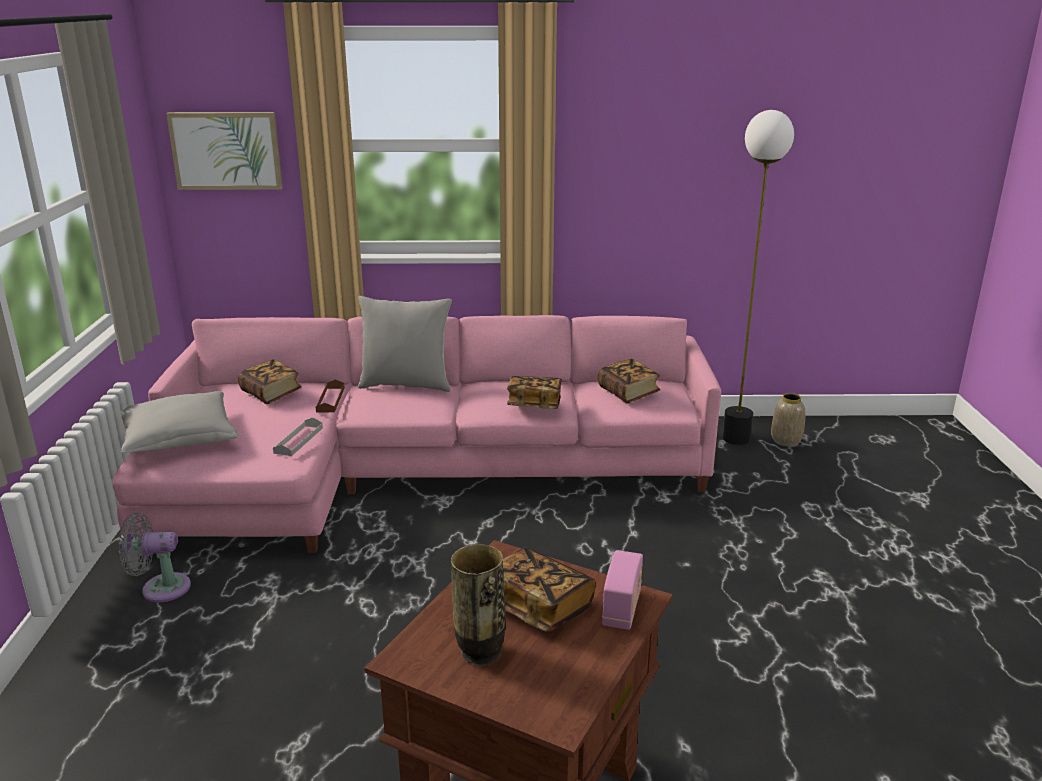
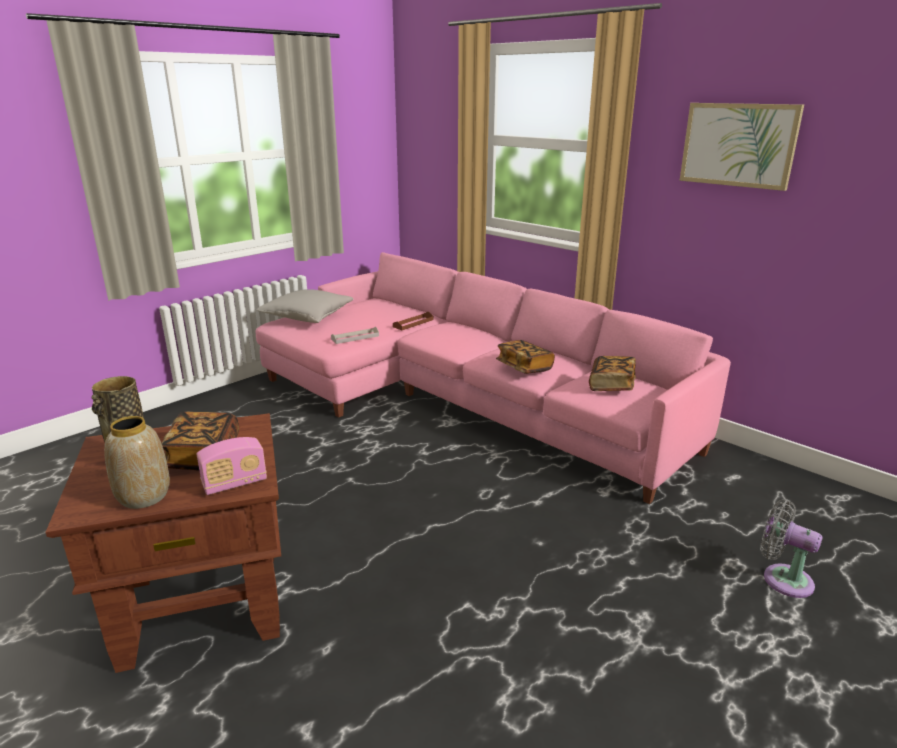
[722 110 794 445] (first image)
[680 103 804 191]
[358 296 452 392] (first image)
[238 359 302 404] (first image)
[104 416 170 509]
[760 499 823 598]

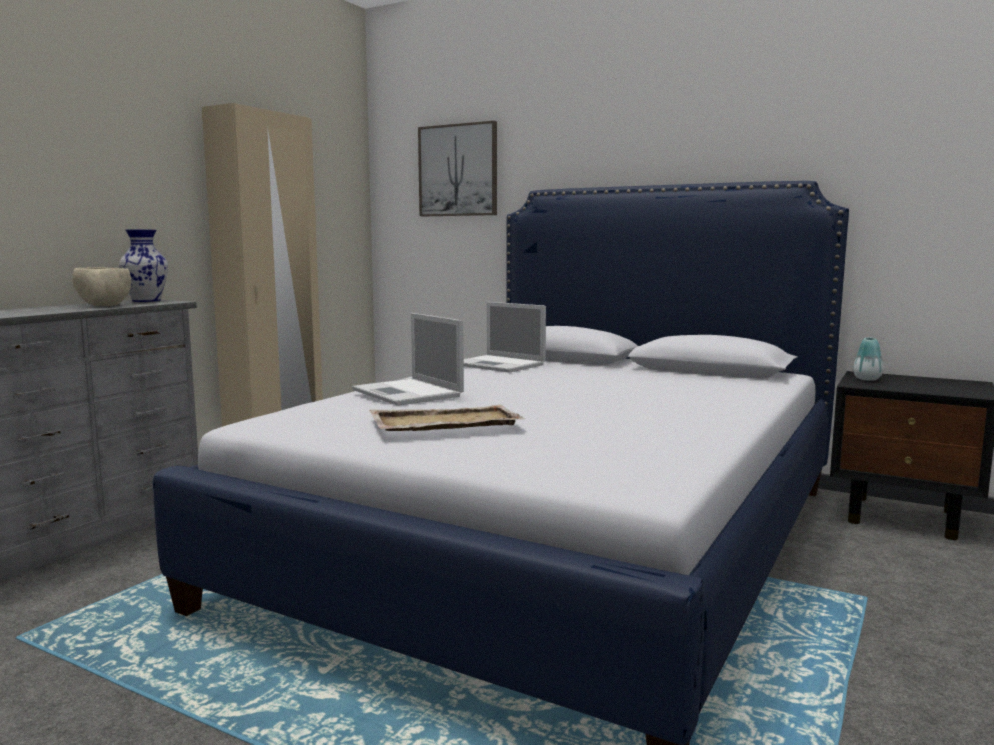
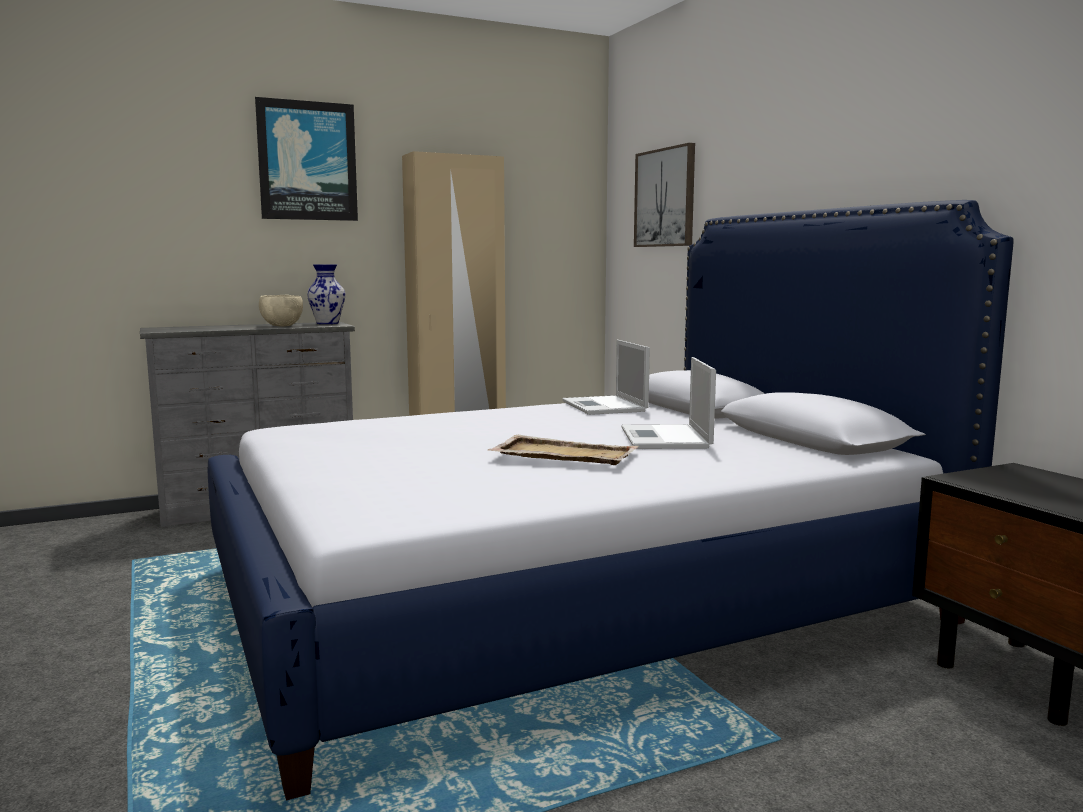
[621 357 716 449]
[853 337 883 381] (first image)
[488 435 640 465]
[255 97 358 221]

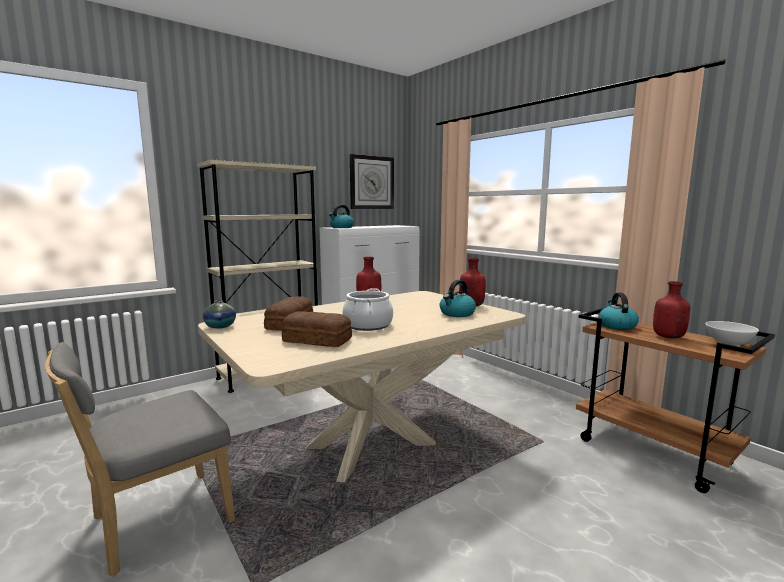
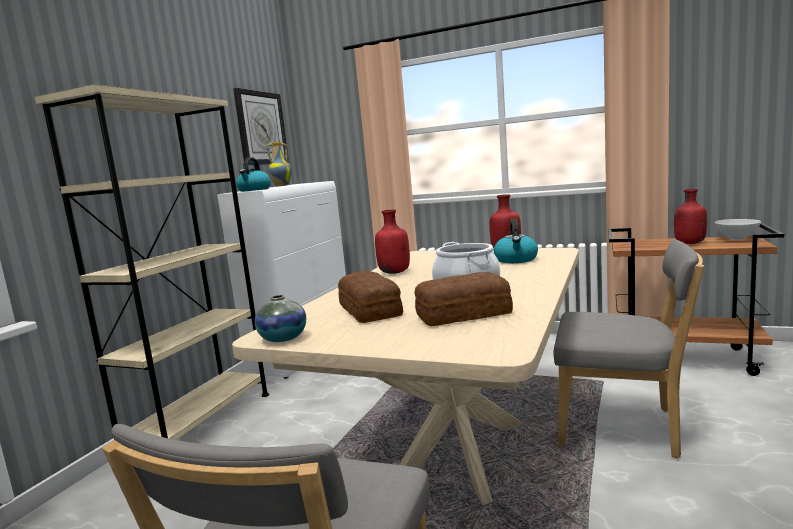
[599 293 639 330] (first image)
[266 142 292 186]
[553 239 705 458]

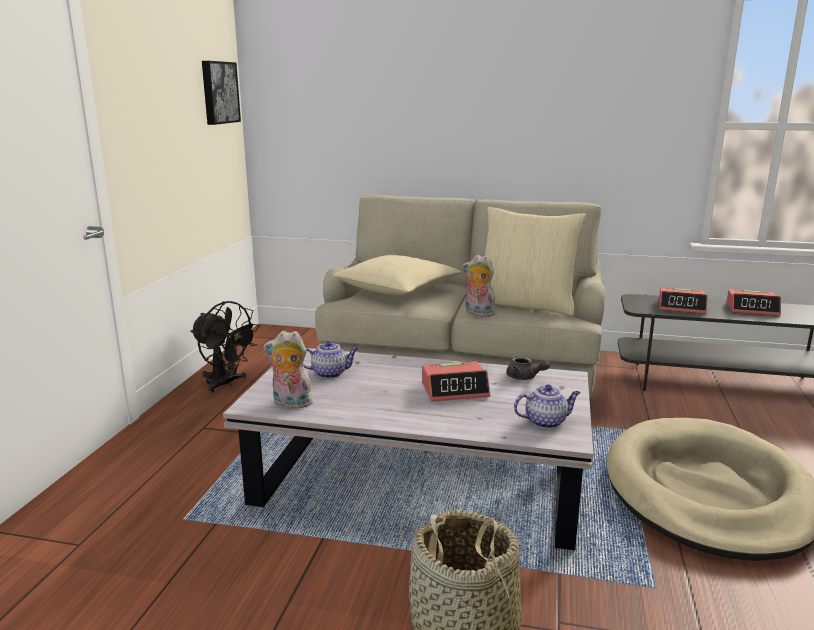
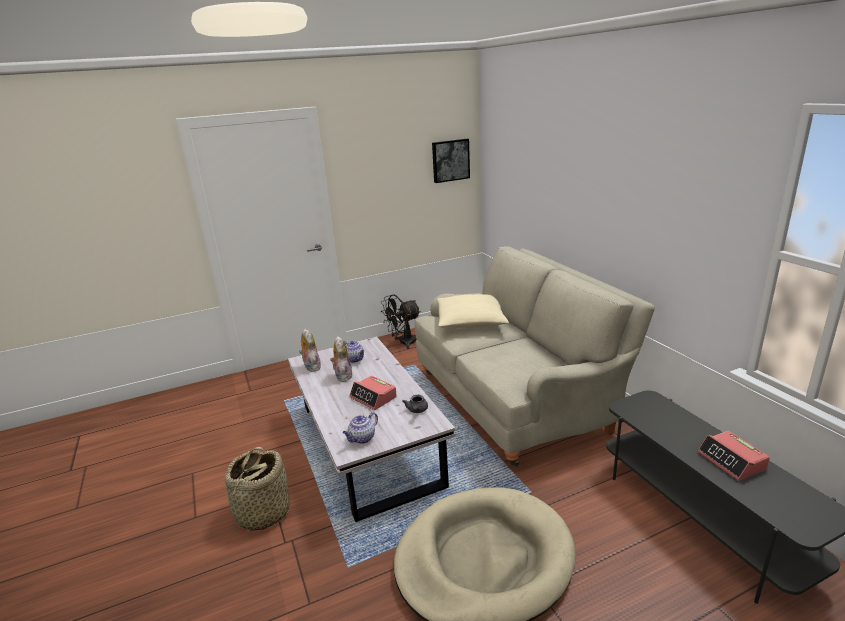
[485 207 587 316] (first image)
[330 336 353 382]
[659 287 708 314] (first image)
[381 294 421 349]
[343 412 378 444]

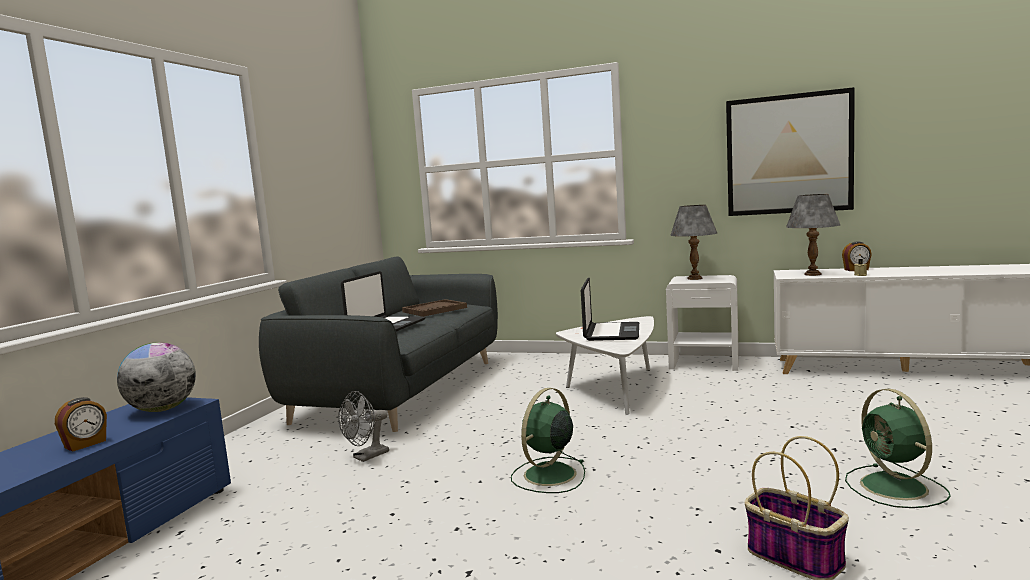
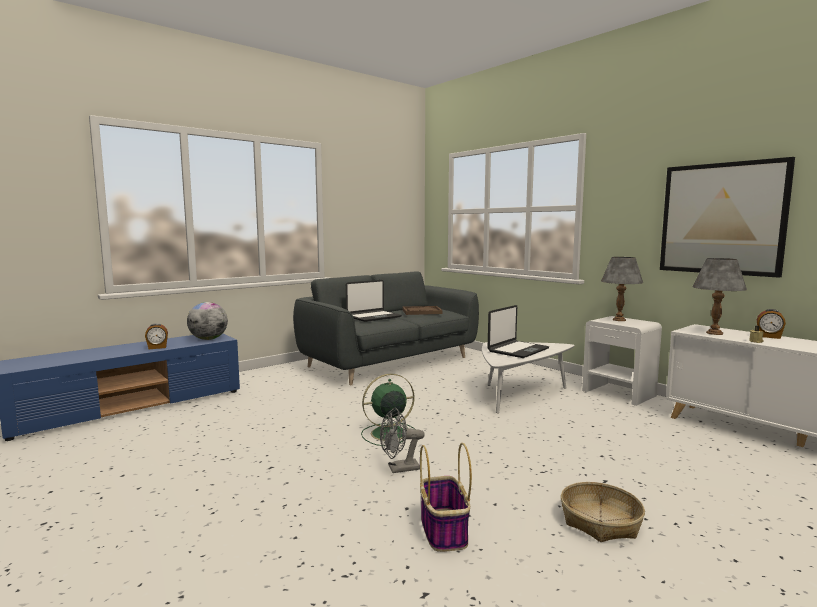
[561 482 645 542]
[380 408 425 473]

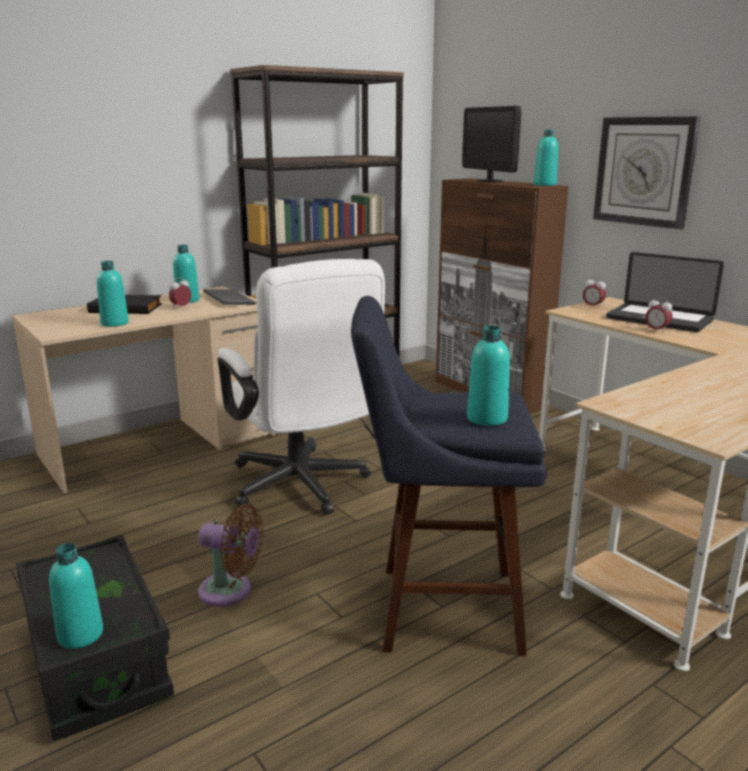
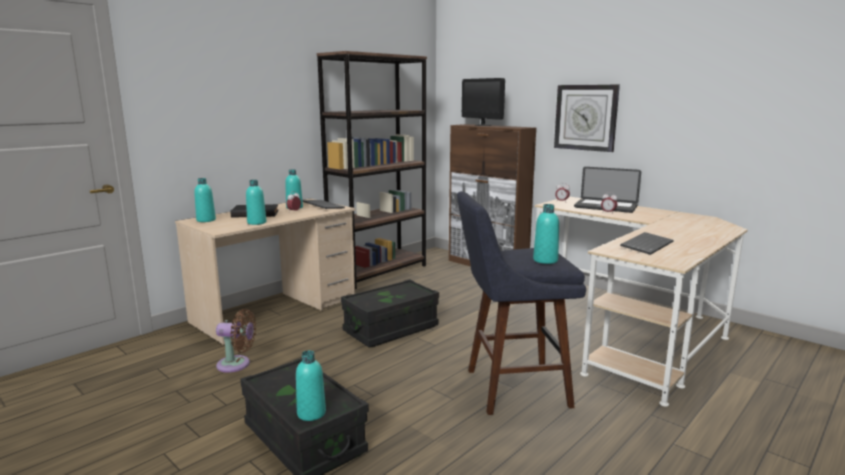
[194 178 216 222]
[341 279 439 347]
[216 309 256 373]
[620 232 674 255]

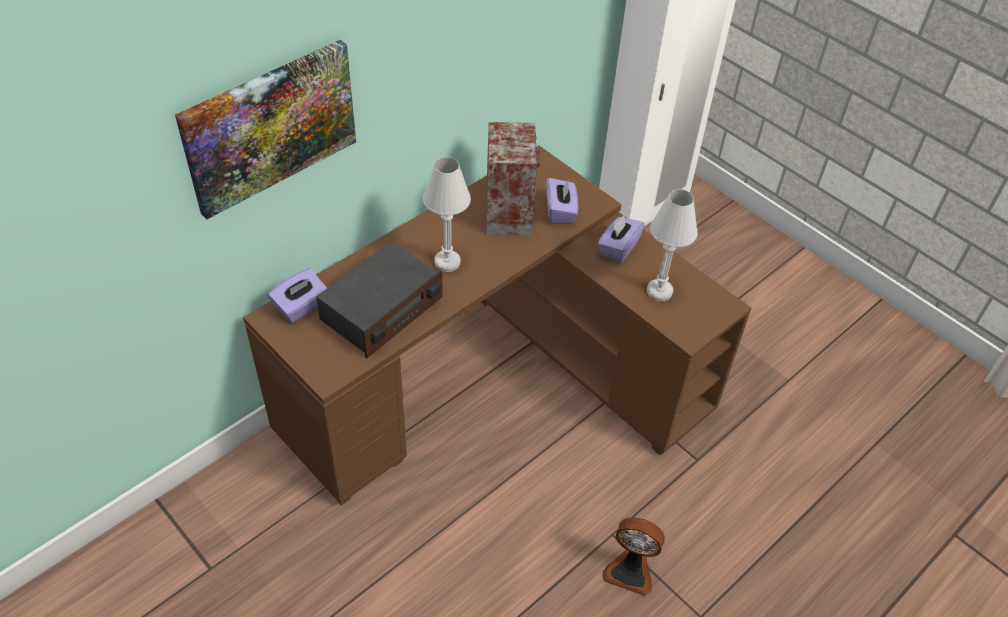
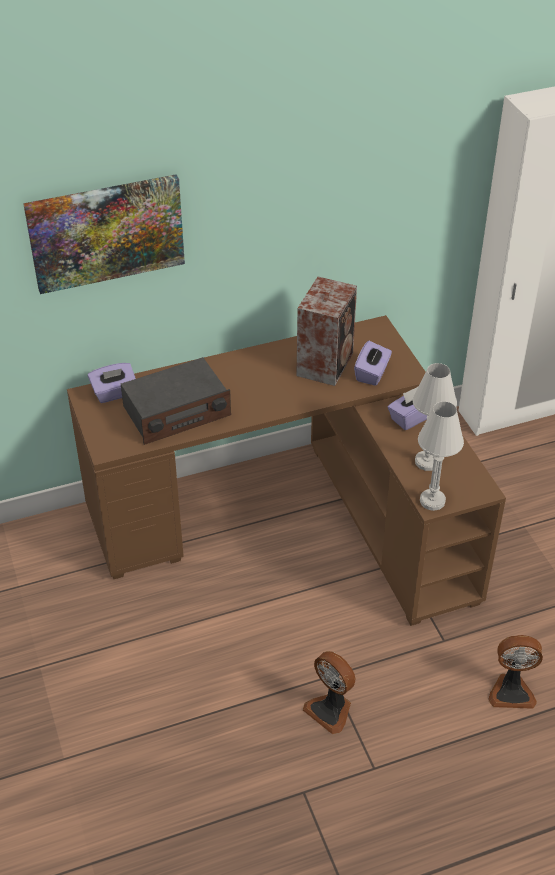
[418 401 464 511]
[488 635 543 709]

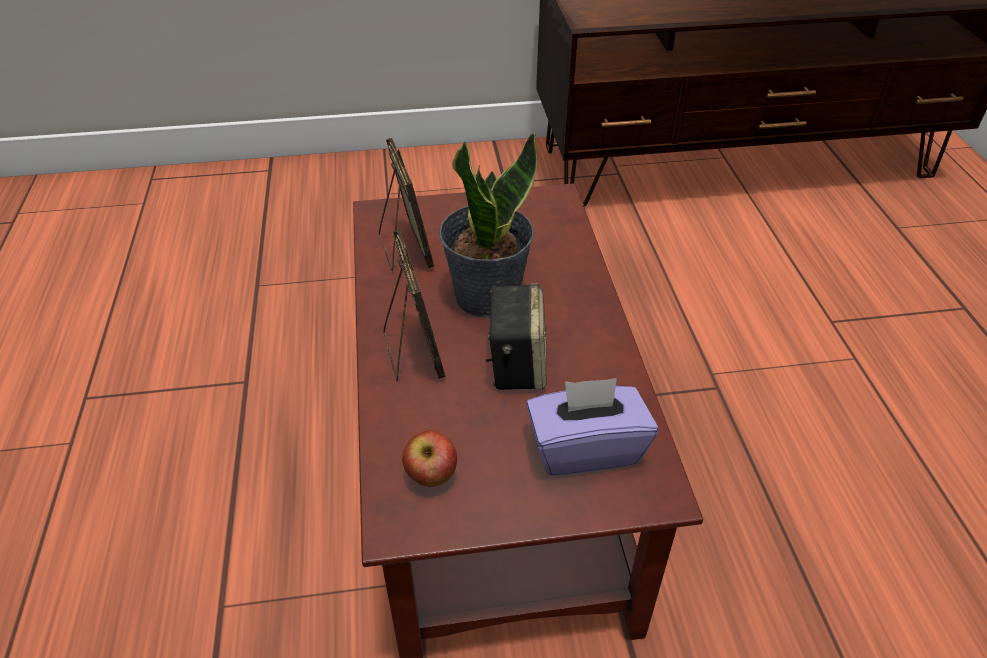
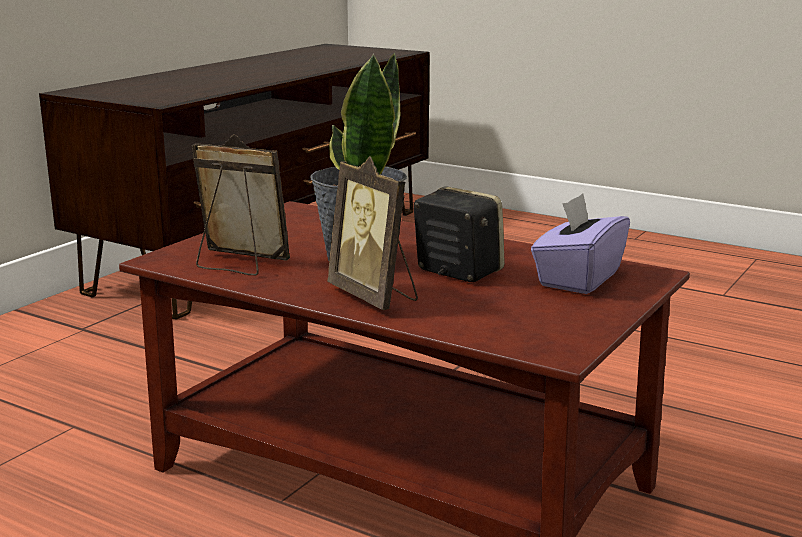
[327 156 418 310]
[402 430 457 487] (first image)

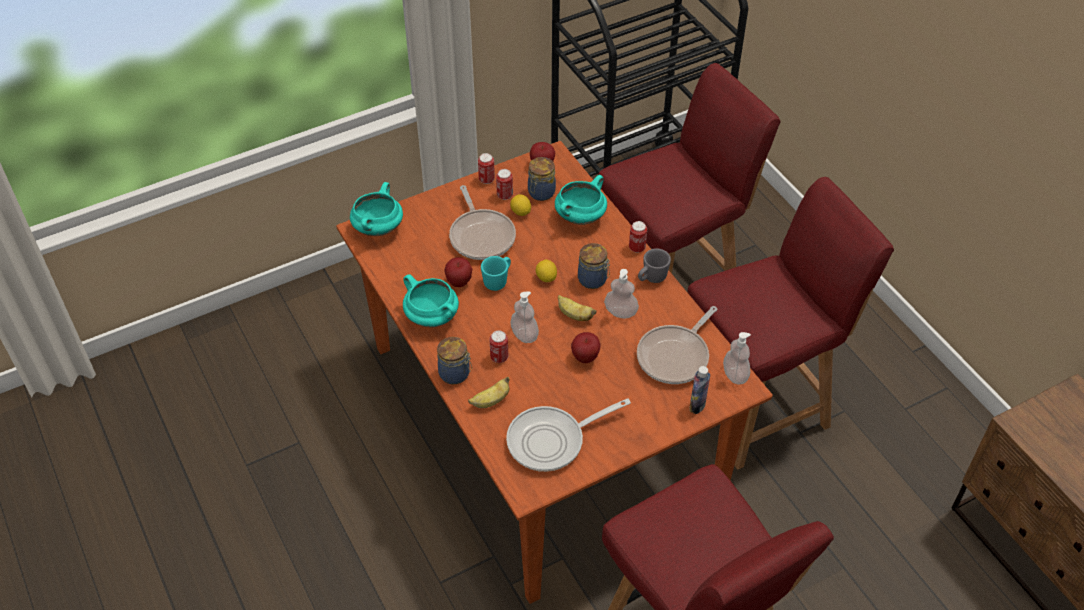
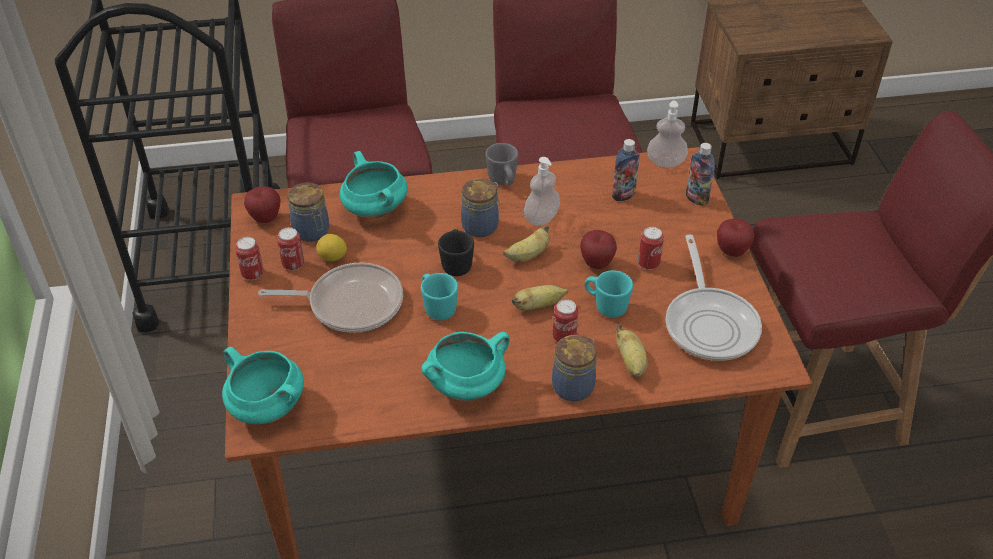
[638 227 664 270]
[717 218 755 257]
[438 229 474 276]
[512 285 568 311]
[612 139 640 201]
[585 270 633 318]

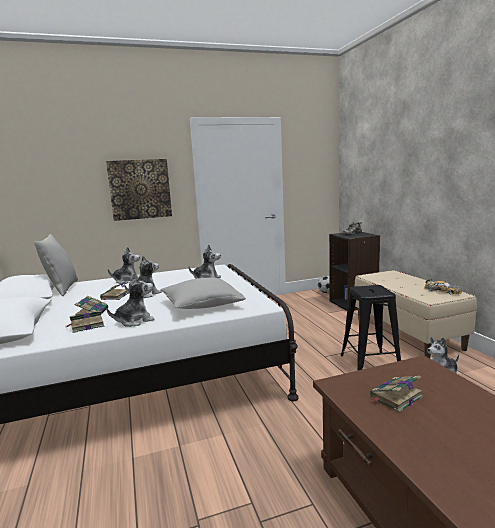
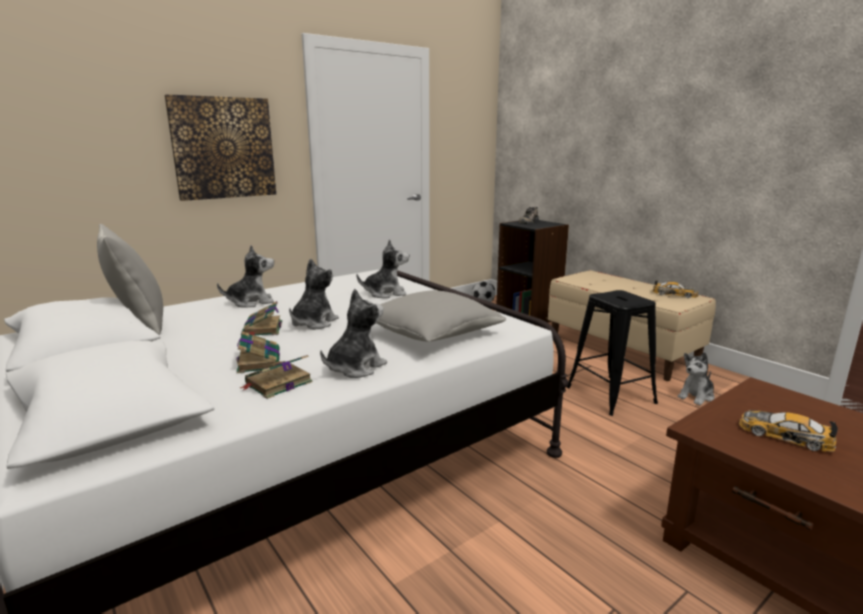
[739 410 838 452]

